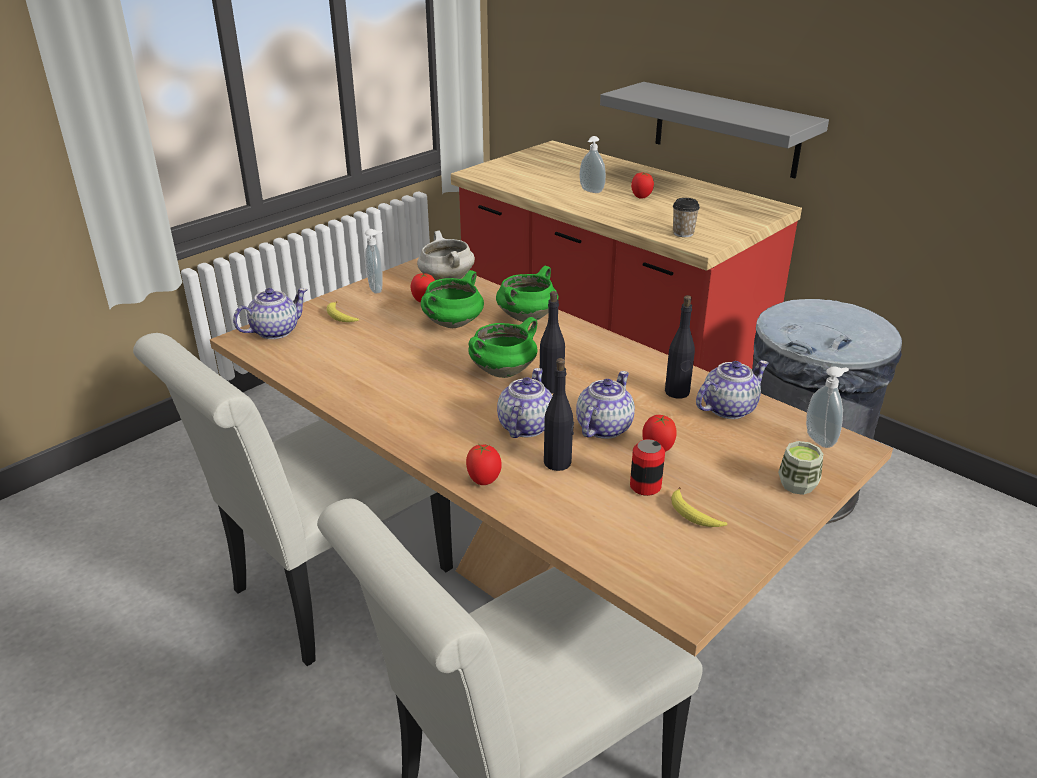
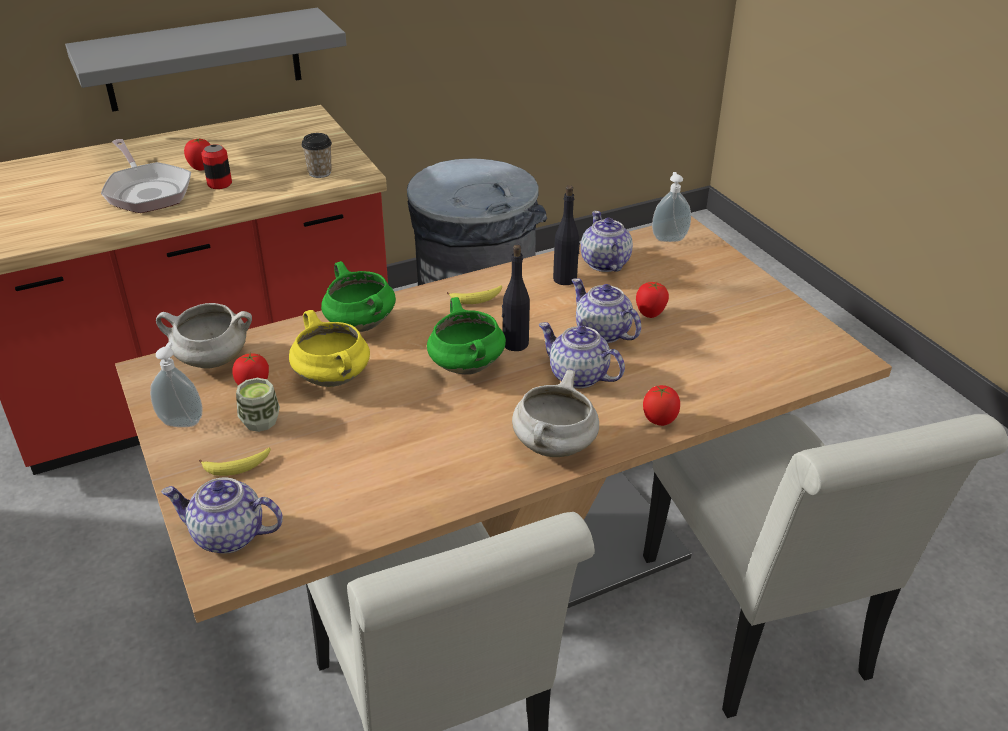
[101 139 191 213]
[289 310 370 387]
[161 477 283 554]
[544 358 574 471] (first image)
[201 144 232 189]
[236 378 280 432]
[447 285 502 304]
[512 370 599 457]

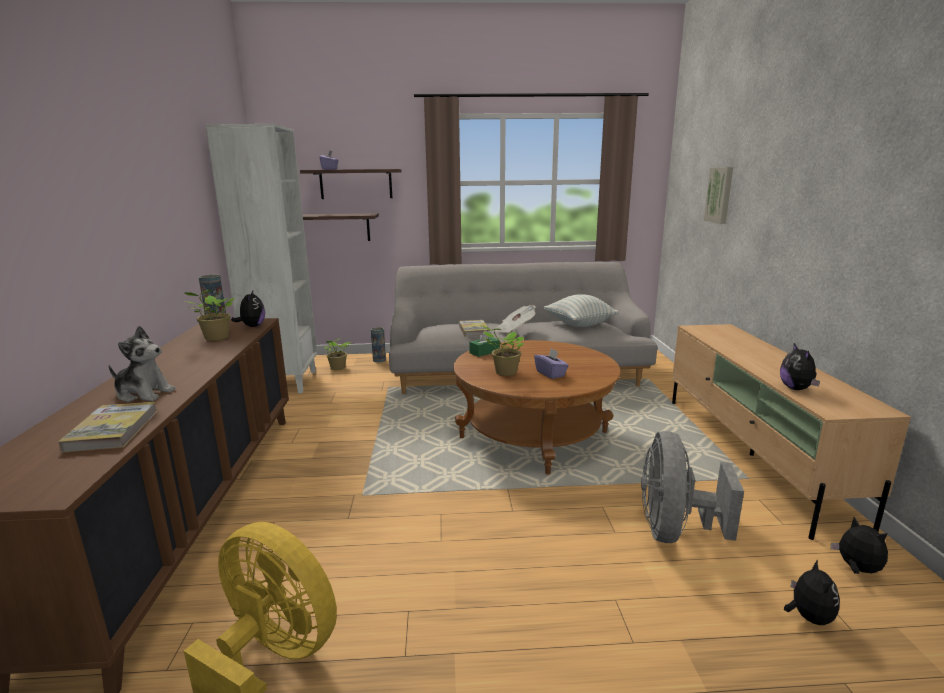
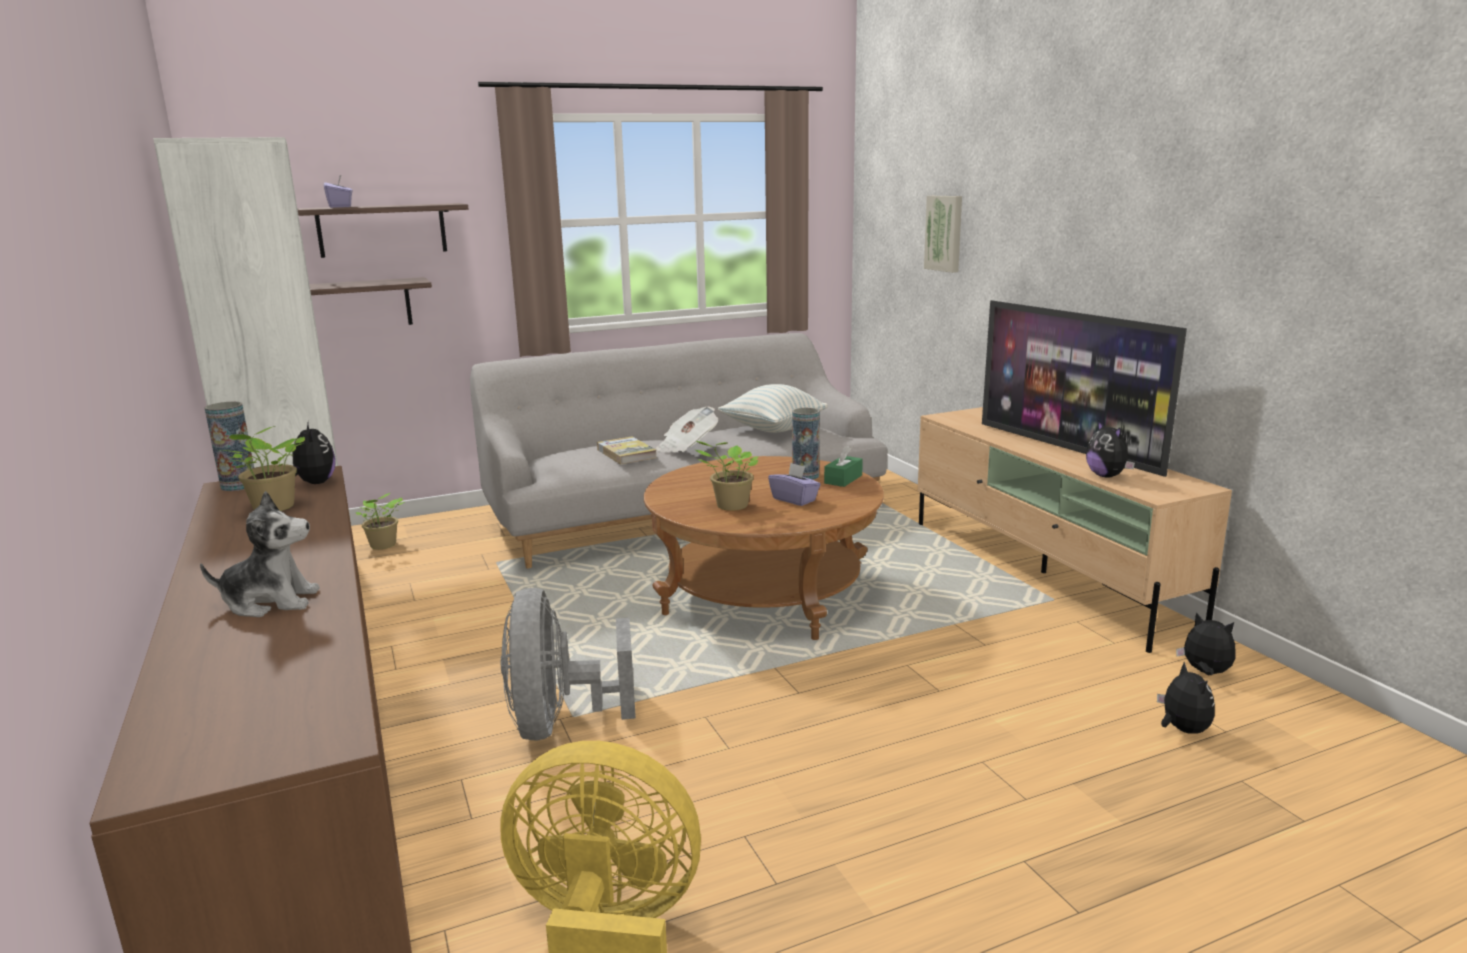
[792 408 820 480]
[824 445 863 487]
[58 402 158 453] (first image)
[500 588 636 741]
[982 300 1187 477]

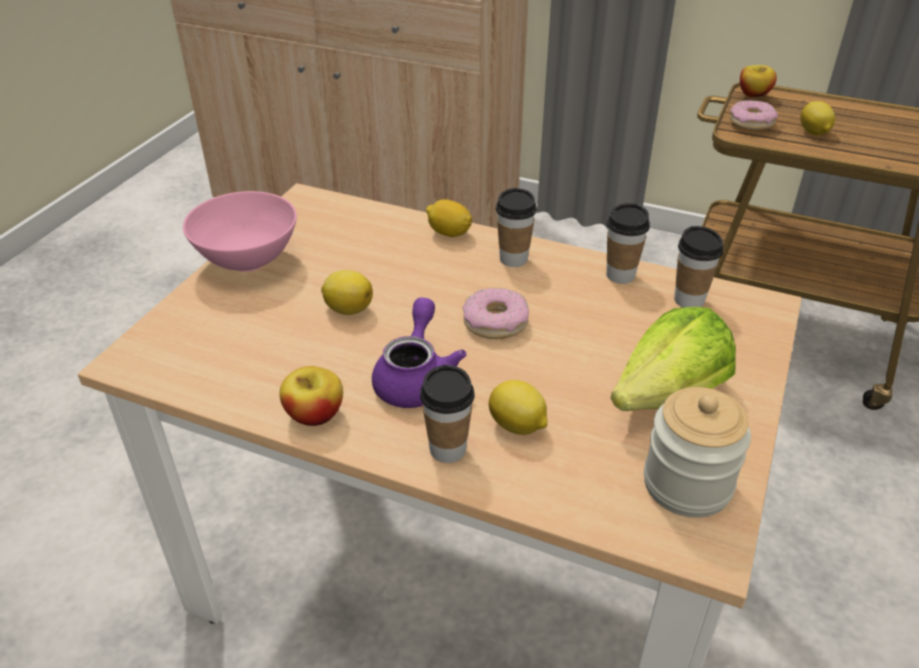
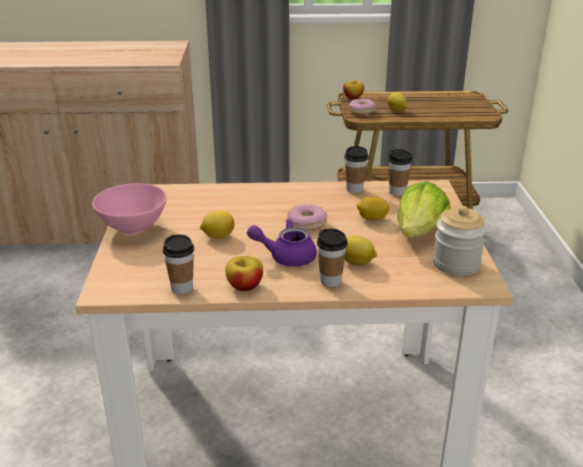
[163 234 194 294]
[357 197 390 221]
[247 219 317 267]

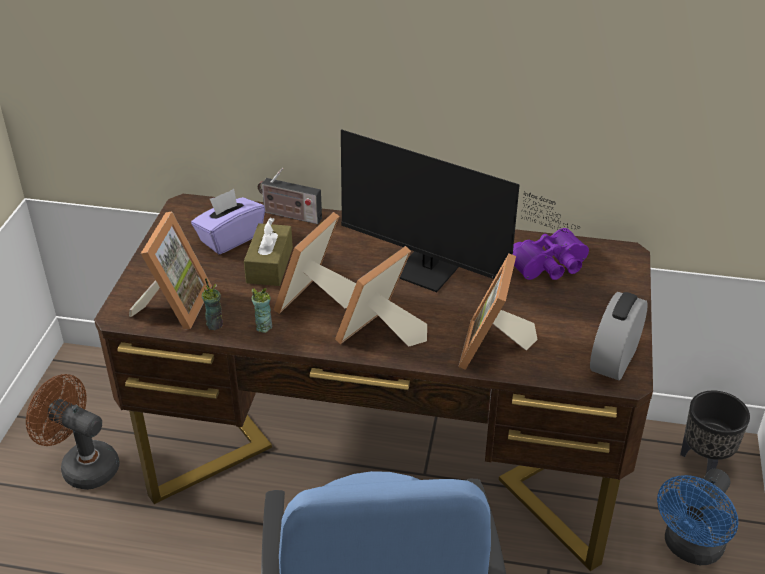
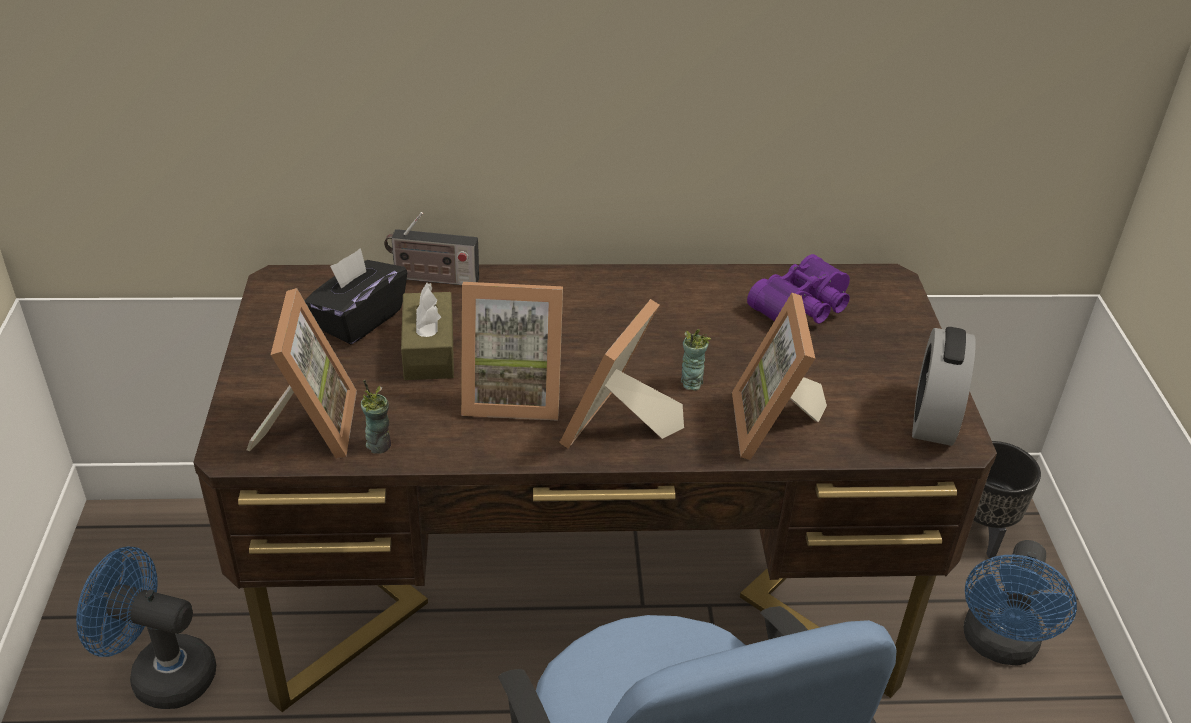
[341 129 580 292] (first image)
[305 248 407 344]
[461 282 563 421]
[681 329 711 391]
[76 547 216 709]

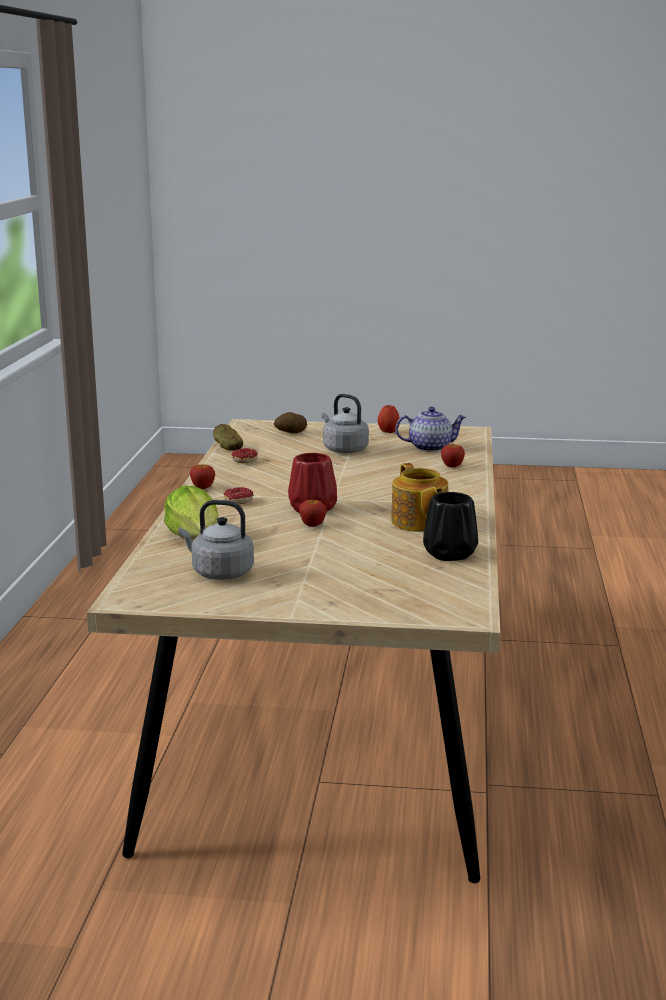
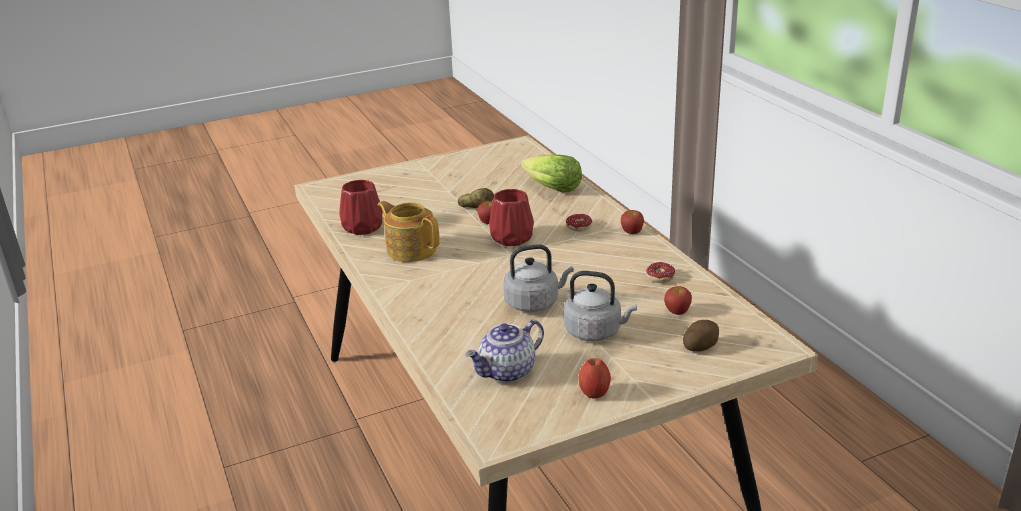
[458 188 494 208]
[664 286 692 315]
[339 180 383 235]
[503 244 574 312]

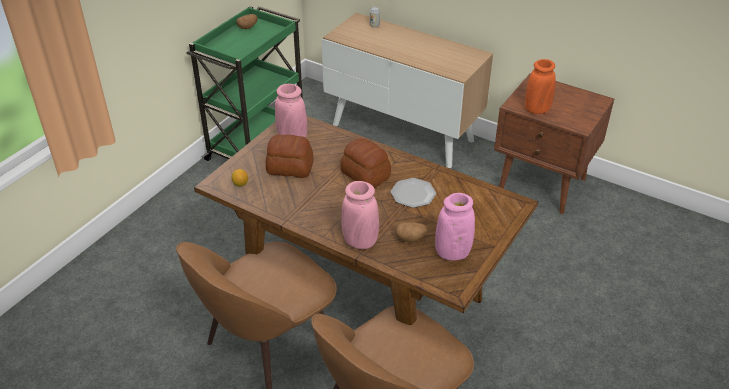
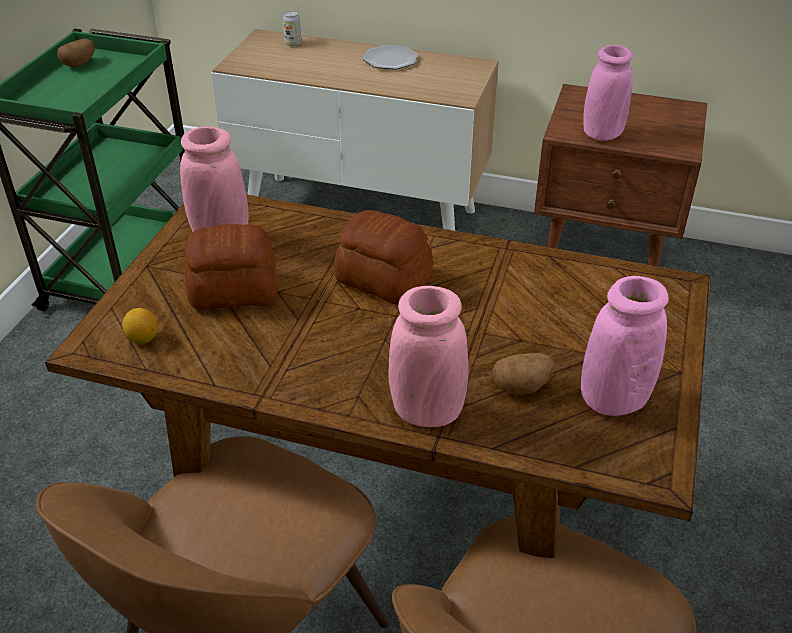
[583 45 633 141]
[363 45 418 70]

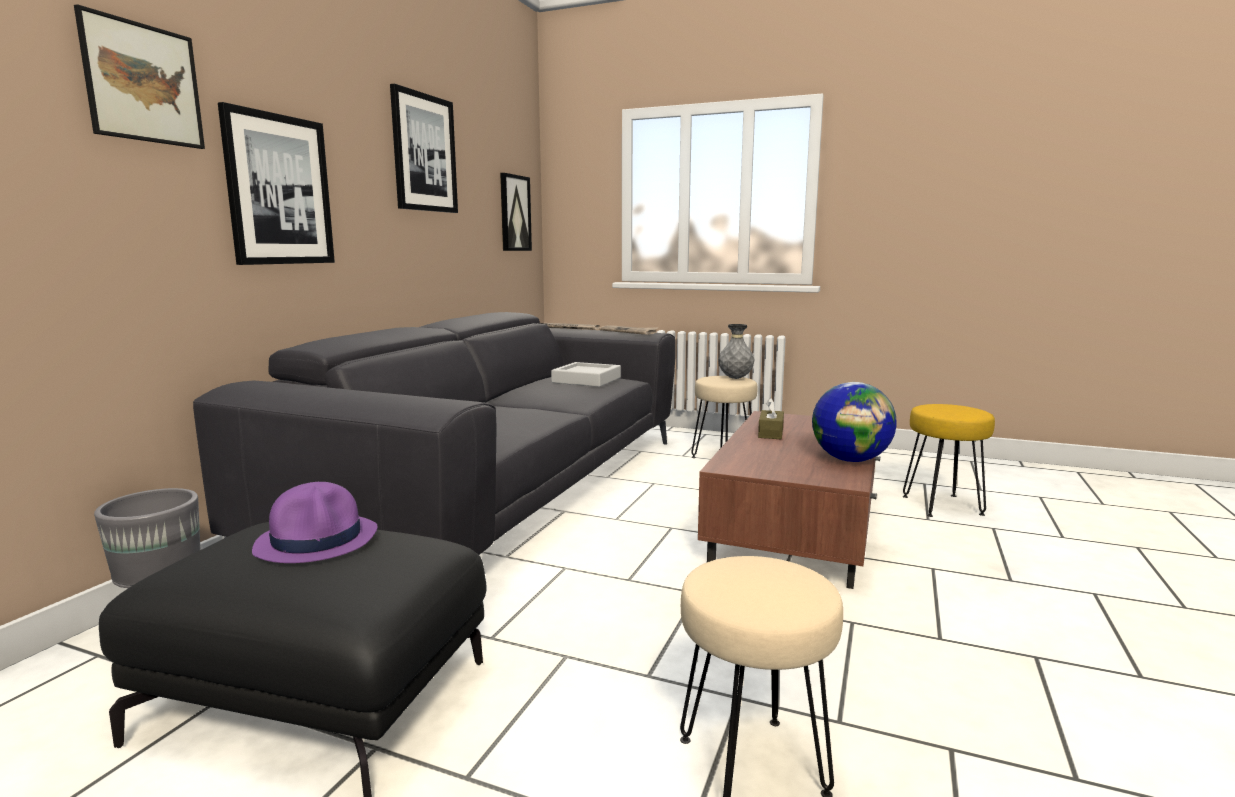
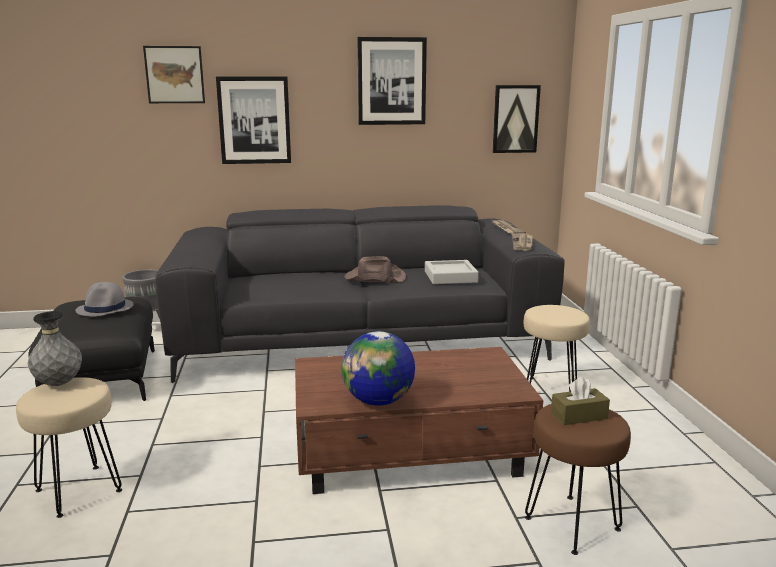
[28 311 82 386]
[551 376 610 425]
[525 404 631 555]
[76 282 134 317]
[345 256 406 283]

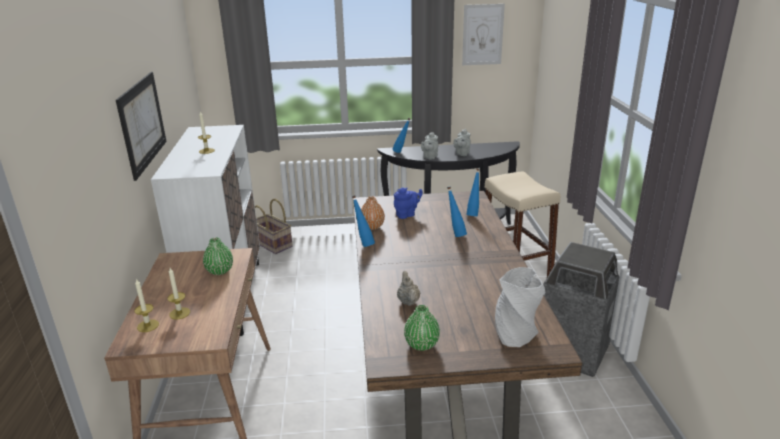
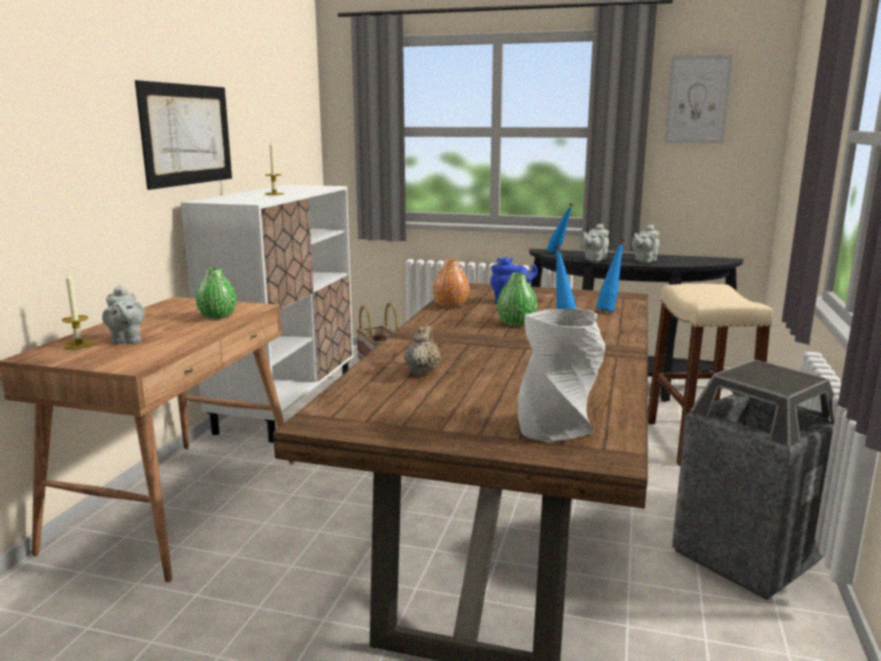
[352 195 375 247] (first image)
[102 285 144 344]
[497 273 537 326]

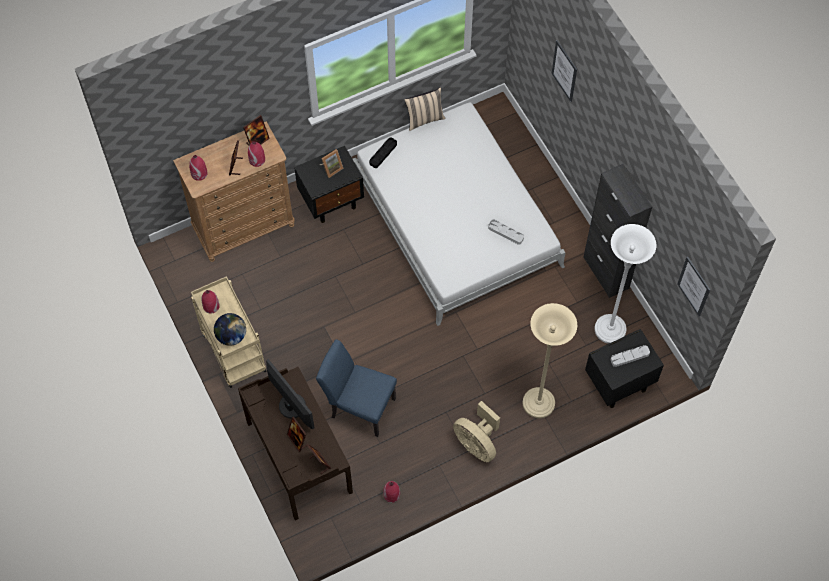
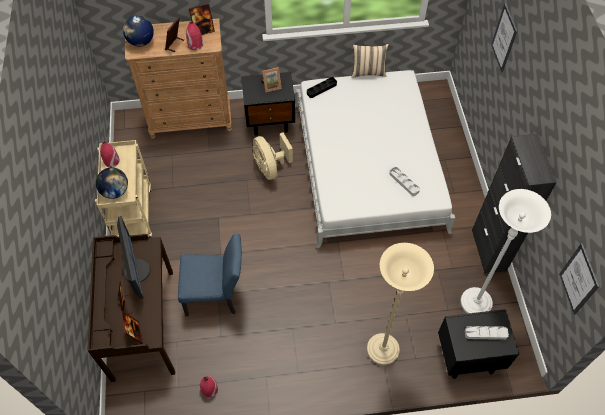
[123 16 154 46]
[178 234 242 317]
[253 132 293 180]

